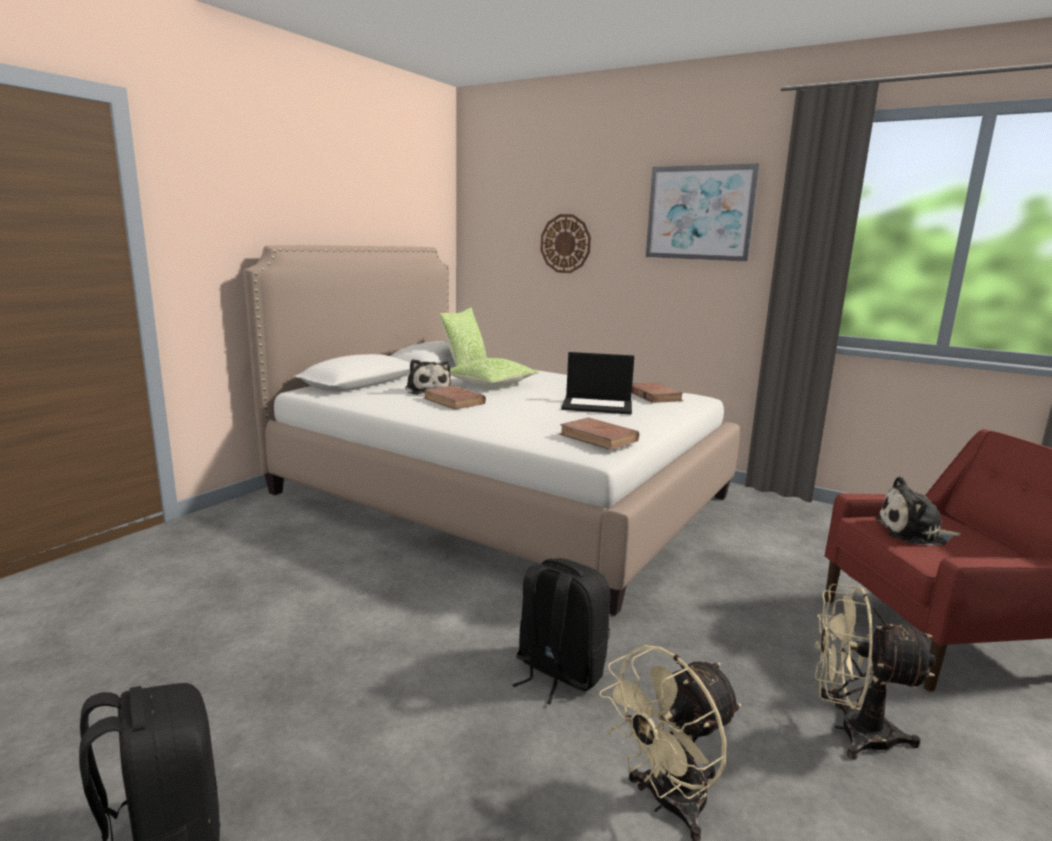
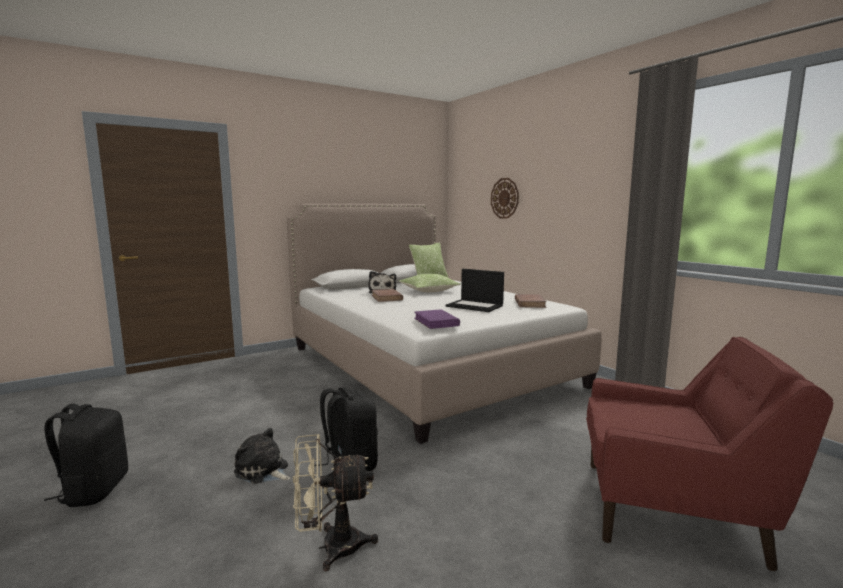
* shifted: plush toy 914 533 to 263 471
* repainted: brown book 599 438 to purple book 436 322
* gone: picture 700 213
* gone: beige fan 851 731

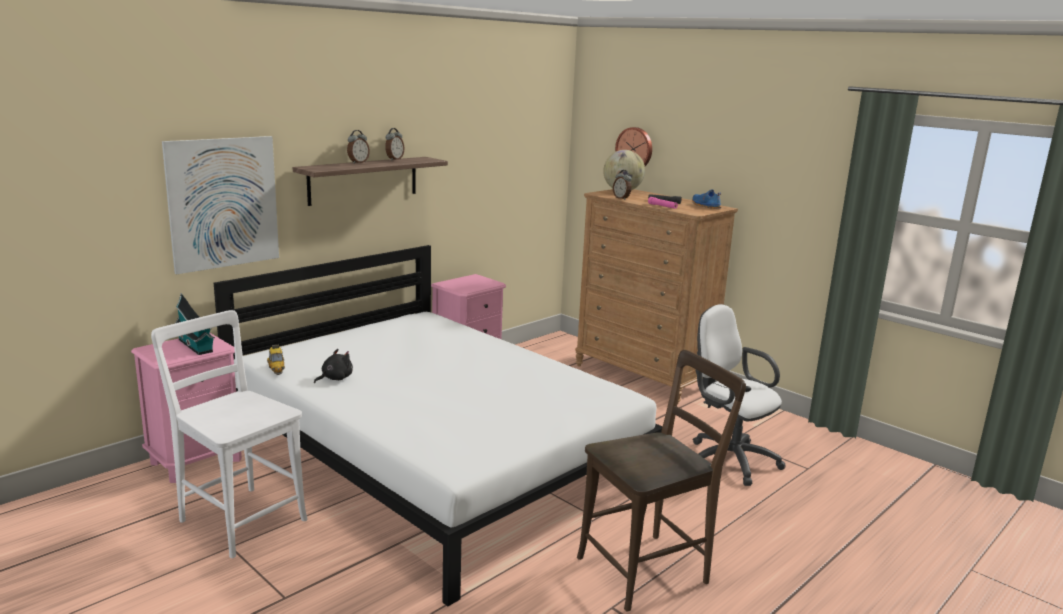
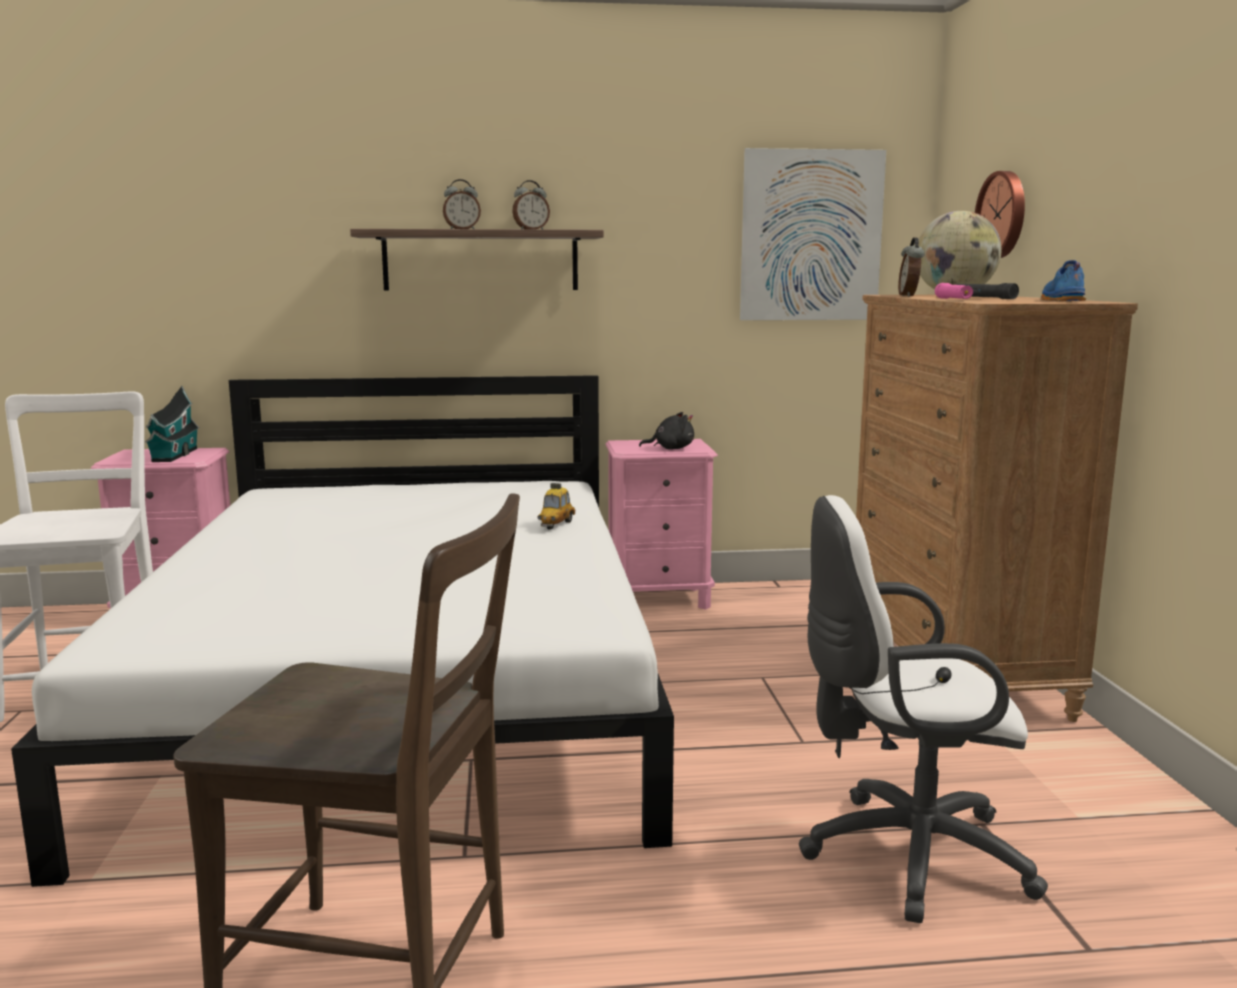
* shifted: toy car 276 370 to 556 525
* shifted: black plush toy 335 378 to 671 448
* shifted: picture 223 203 to 811 236
* rotated: white office chair 728 458 = 903 855 90 degrees counterclockwise

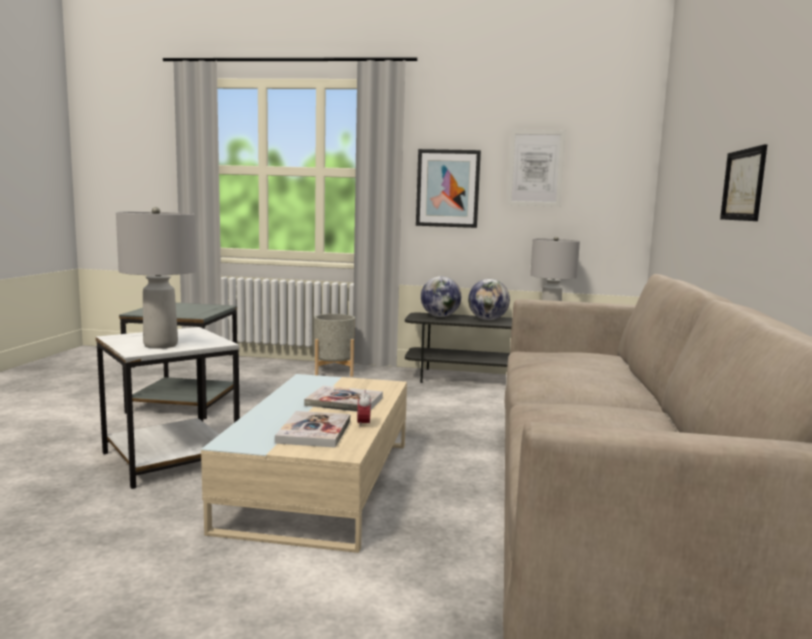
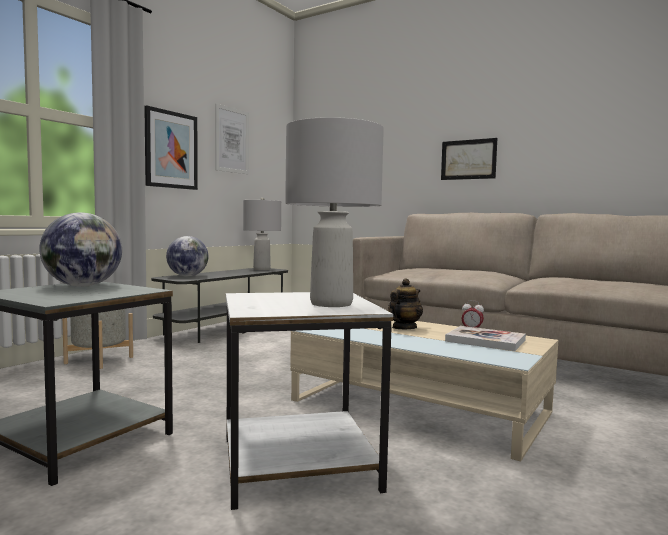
* shifted: globe 488 319 to 83 286
* swapped: book 344 401 to teapot 404 328

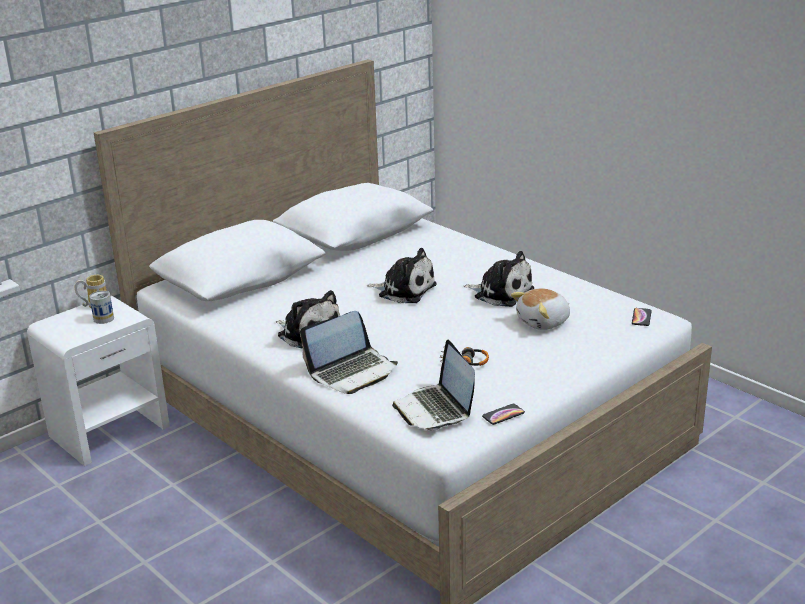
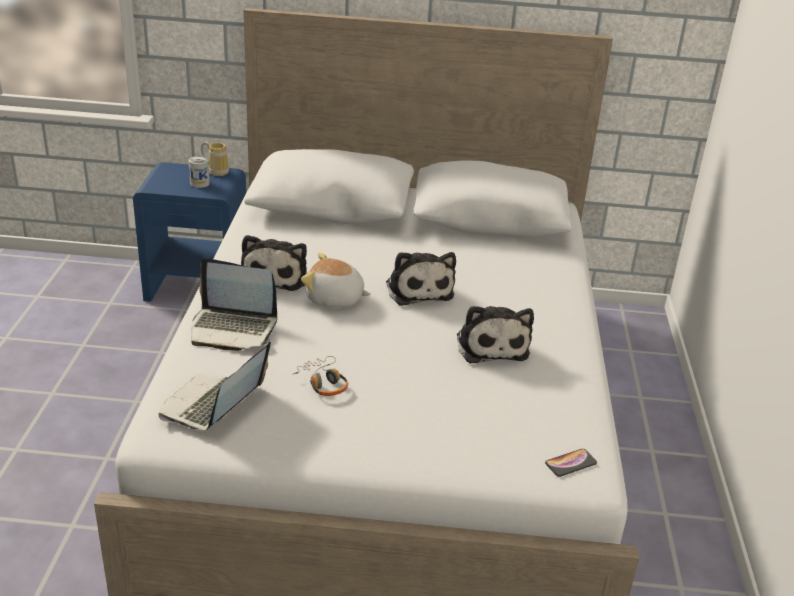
* repainted: white nightstand 110 431 to blue nightstand 198 287
* shifted: plush toy 544 322 to 334 299
* gone: phone 503 415

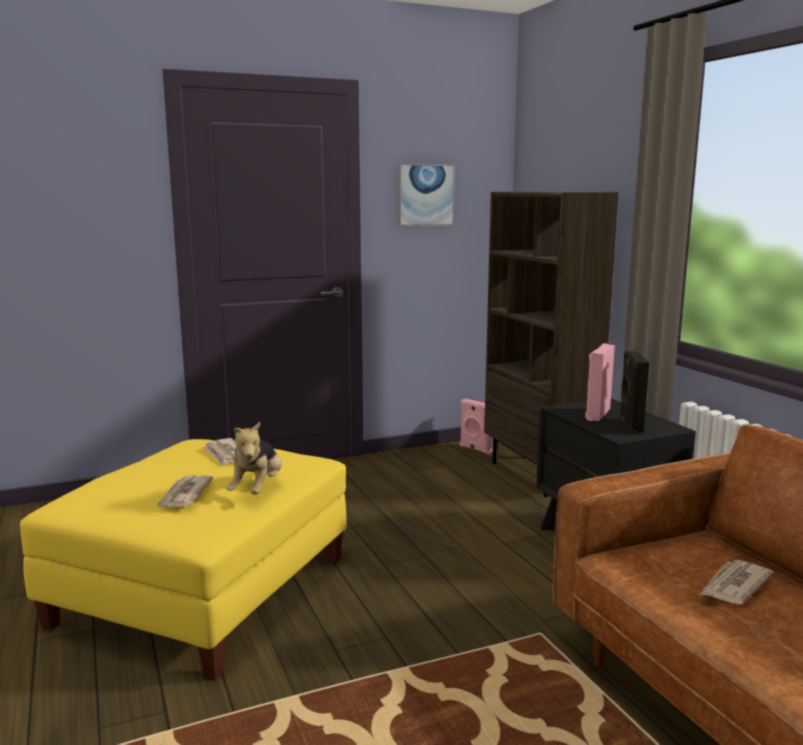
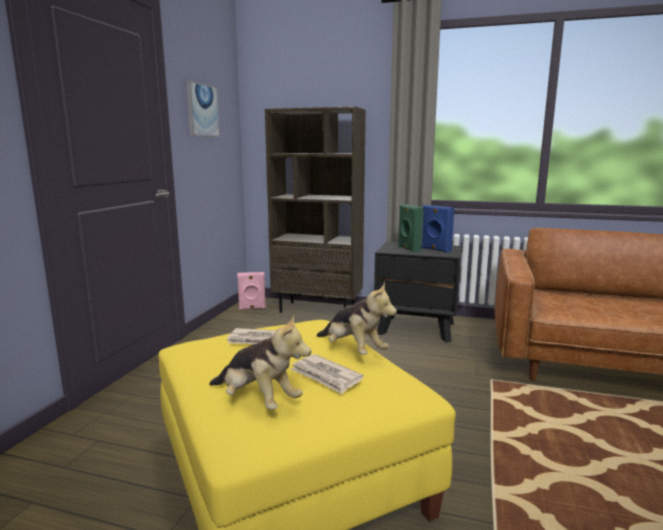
* new: plush toy 258 401
* repainted: pink speaker 596 414 to green speaker 408 249
* repainted: black speaker 629 425 to blue speaker 435 249
* gone: newspaper 734 585

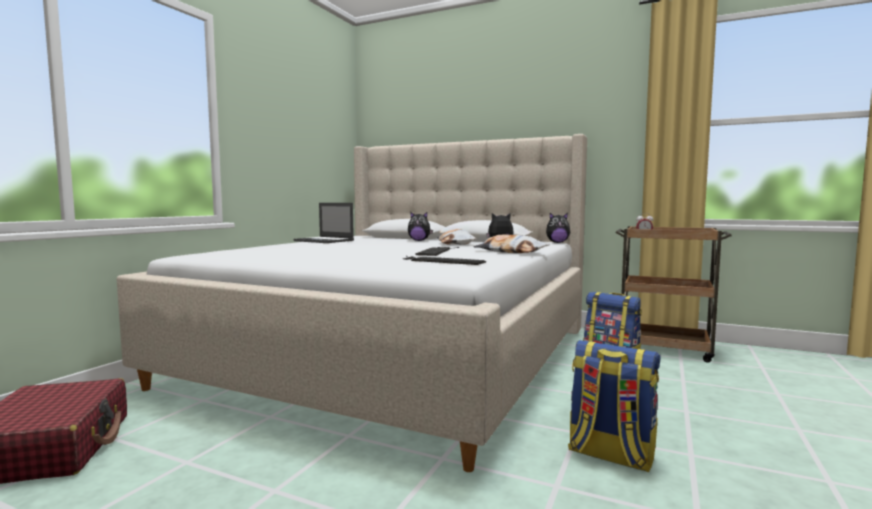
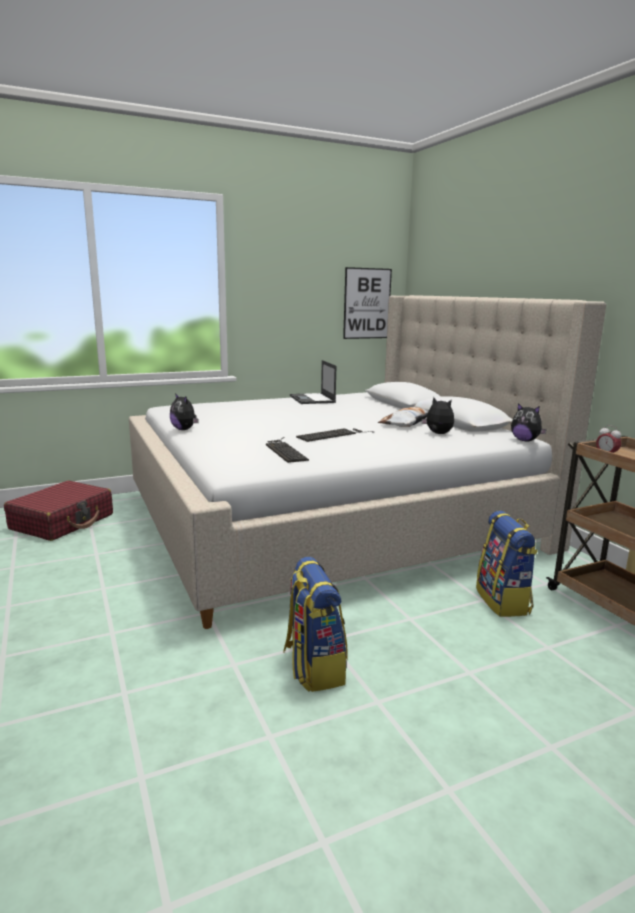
* shifted: plush toy 419 240 to 184 429
* new: picture 367 303
* gone: pillow 511 251

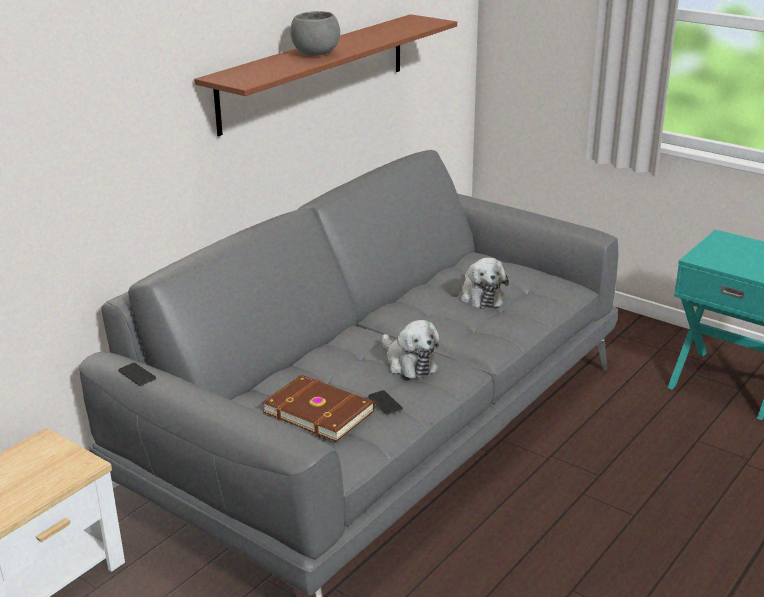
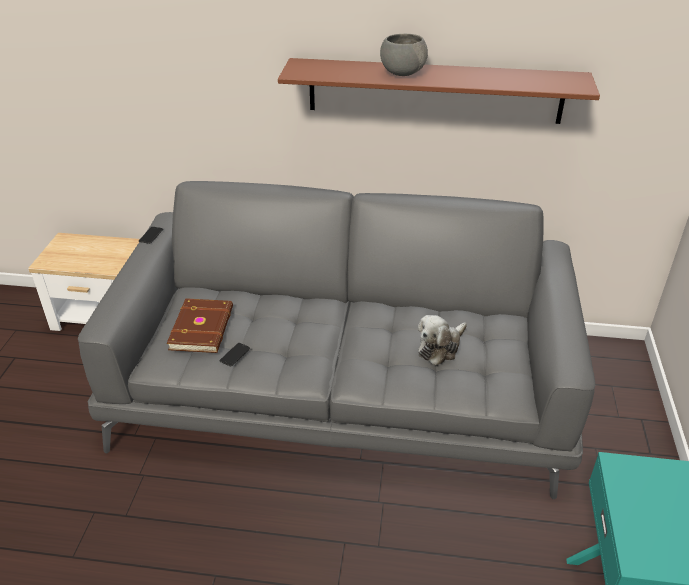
* gone: plush toy 409 363

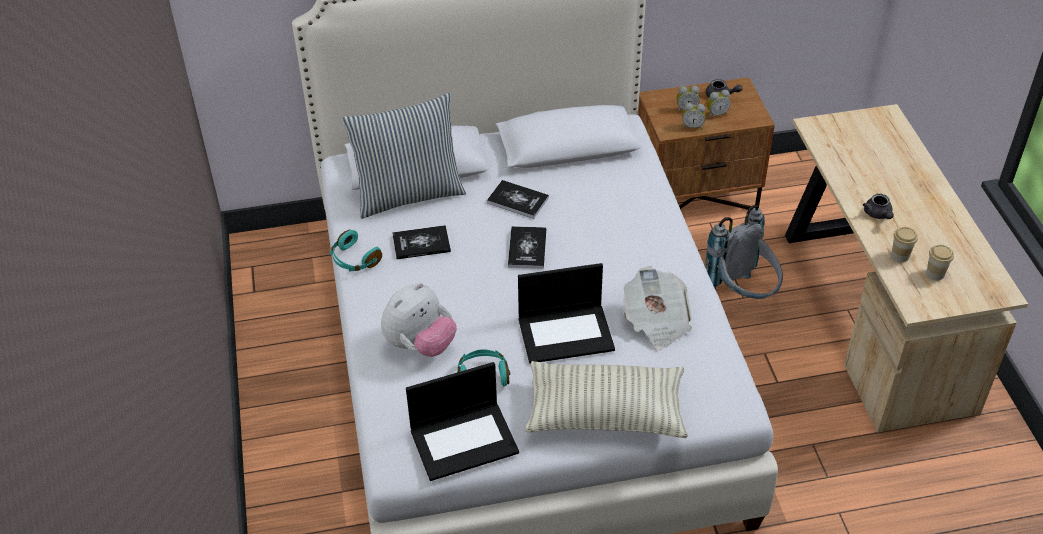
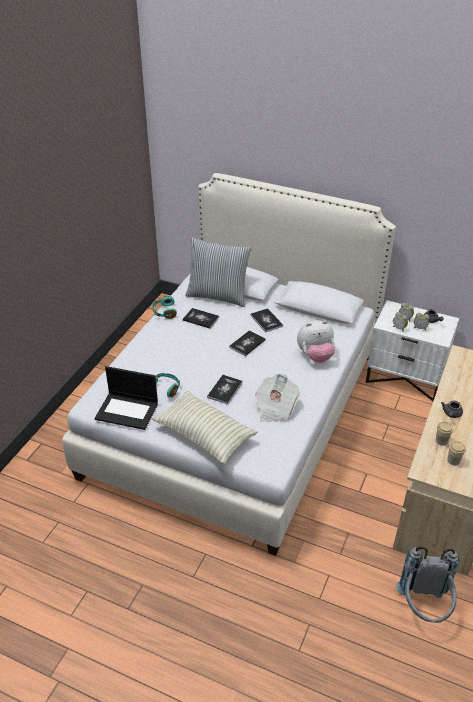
* swapped: laptop 566 333 to book 225 390
* shifted: plush toy 420 345 to 315 356
* repainted: brown nightstand 696 195 to white nightstand 405 378
* shifted: grey backpack 742 295 to 424 608

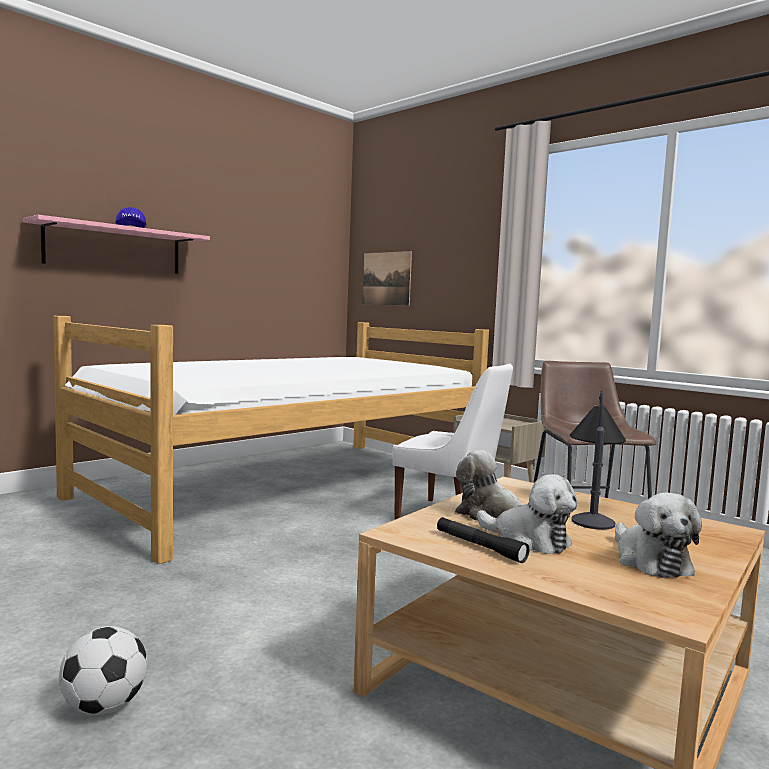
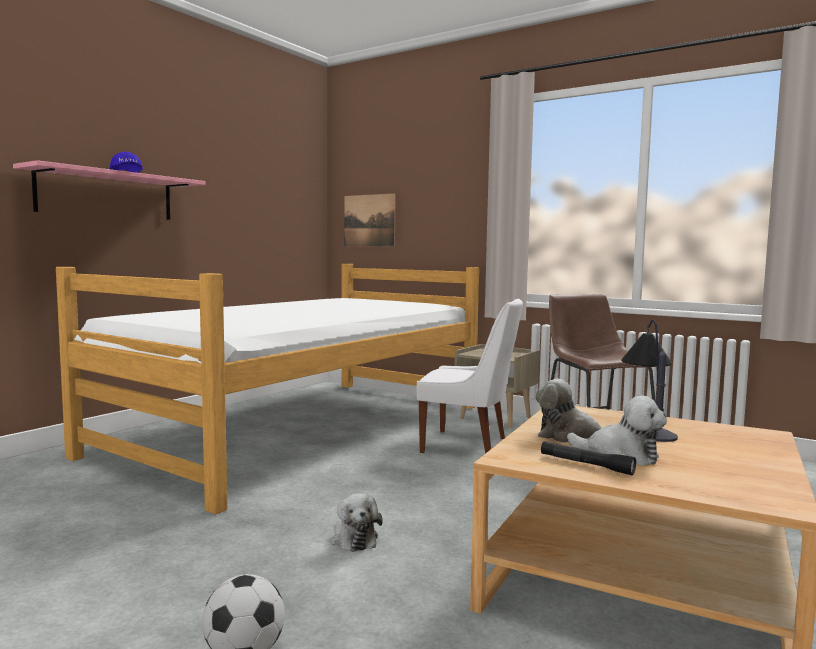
* shifted: plush toy 650 561 to 353 538

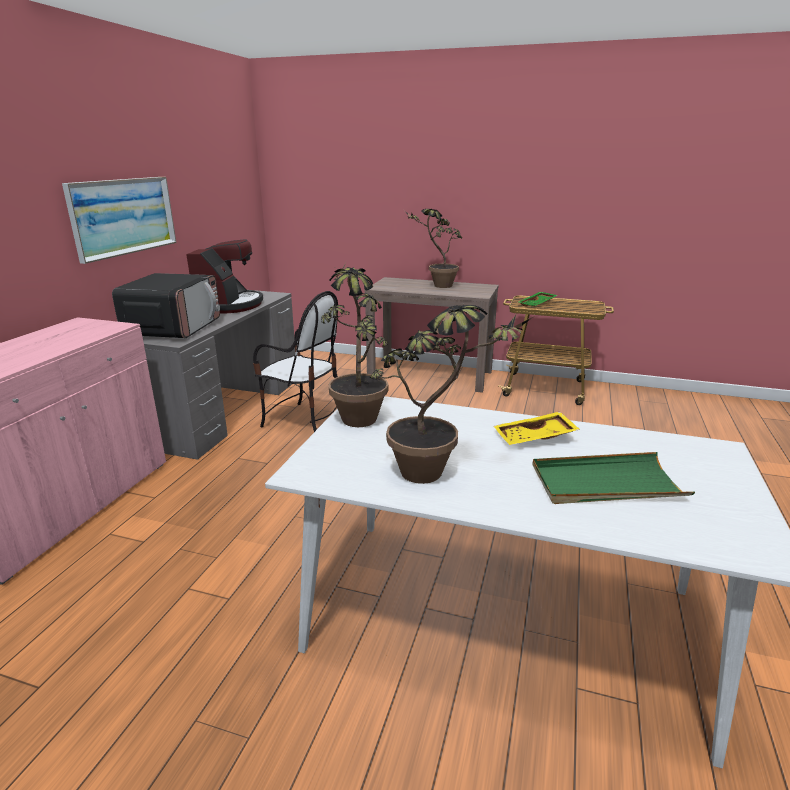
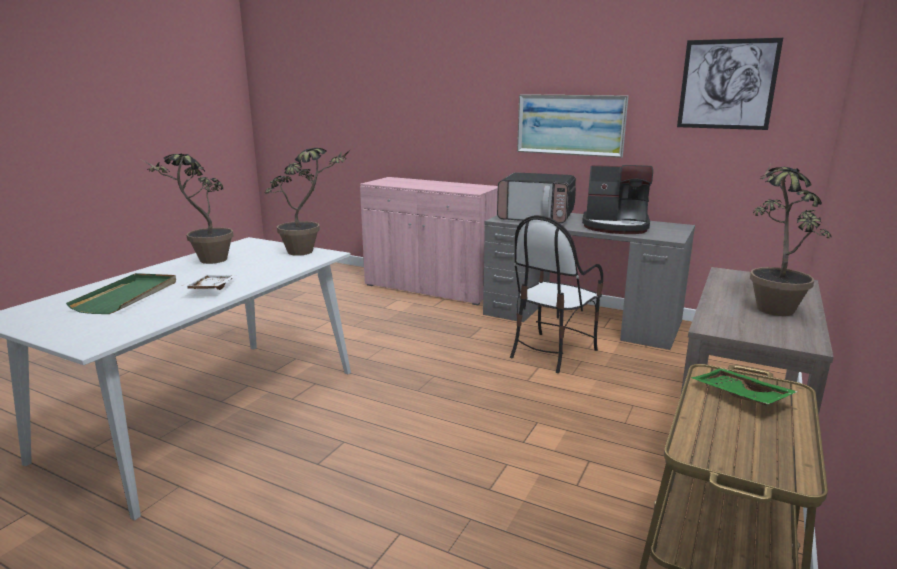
* repainted: yellow tray 535 438 to white tray 210 288
* new: picture 727 84

